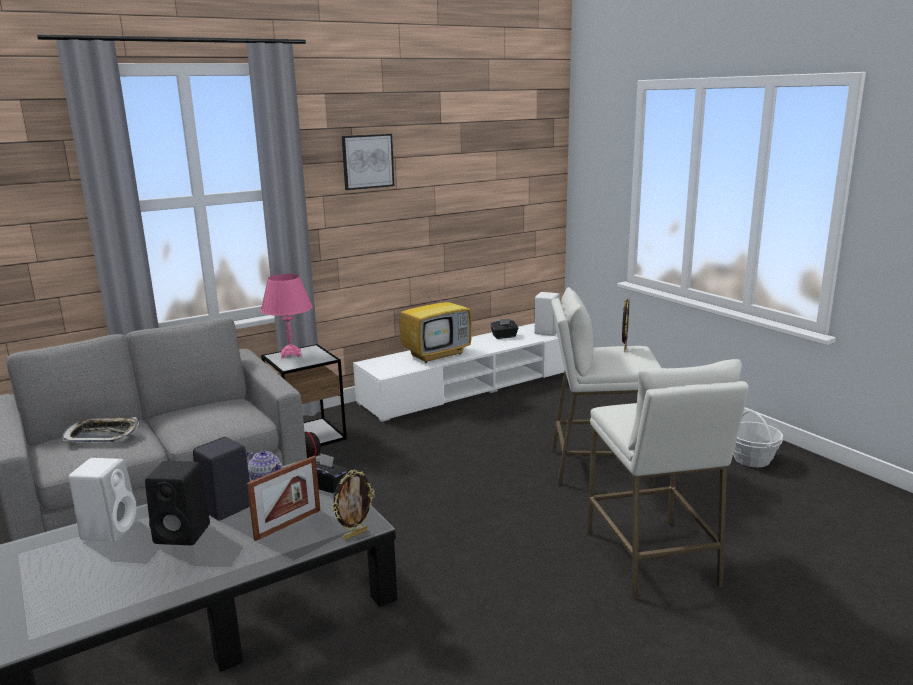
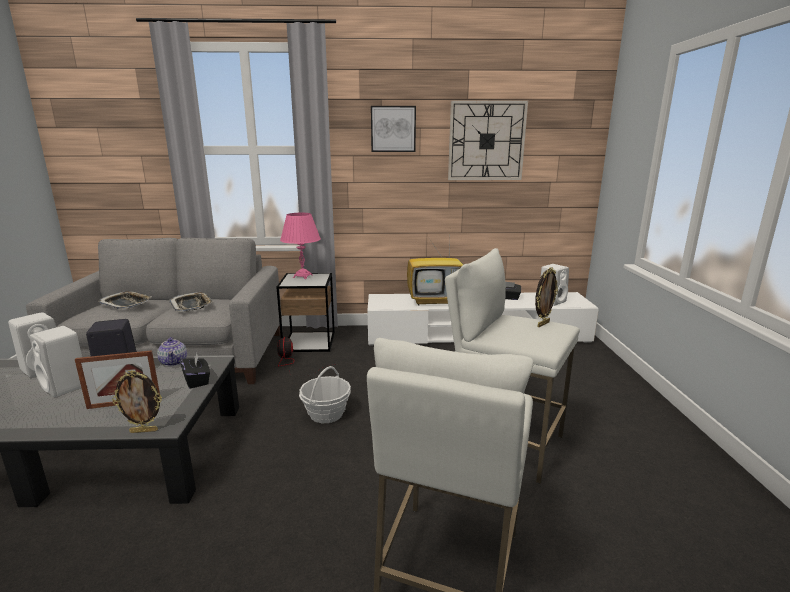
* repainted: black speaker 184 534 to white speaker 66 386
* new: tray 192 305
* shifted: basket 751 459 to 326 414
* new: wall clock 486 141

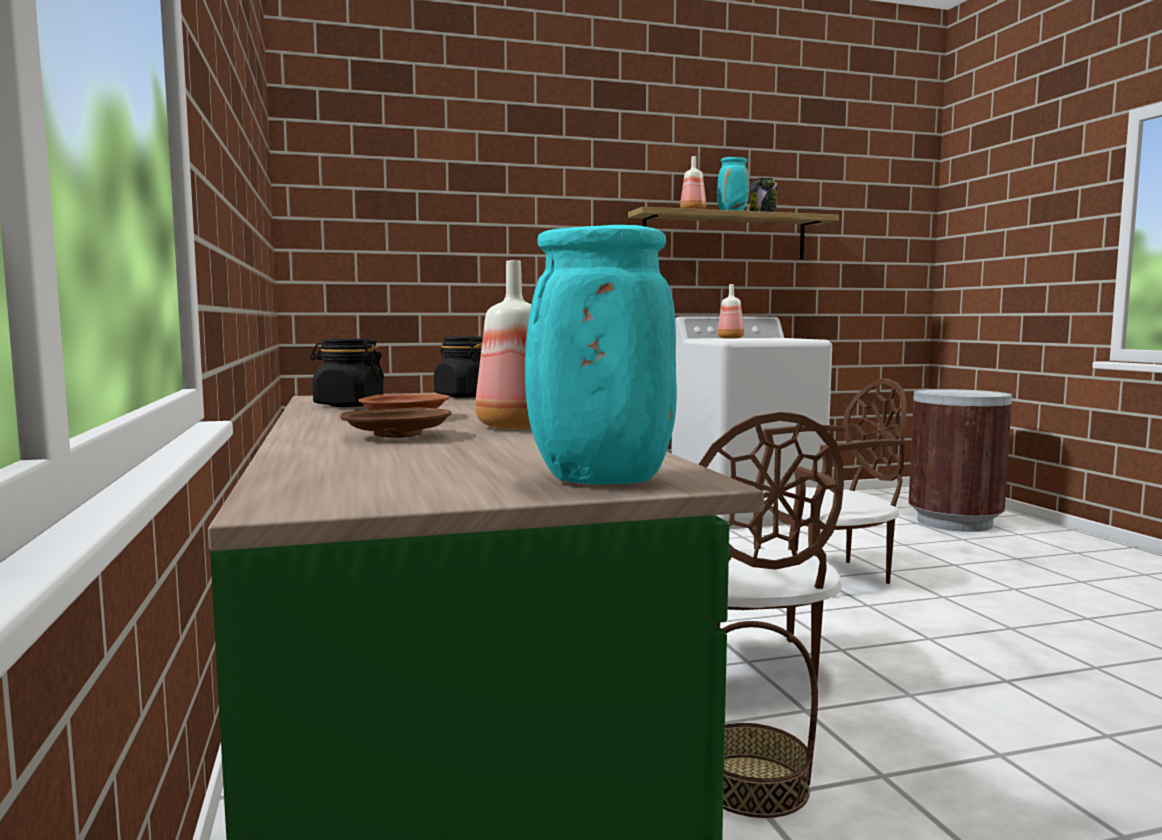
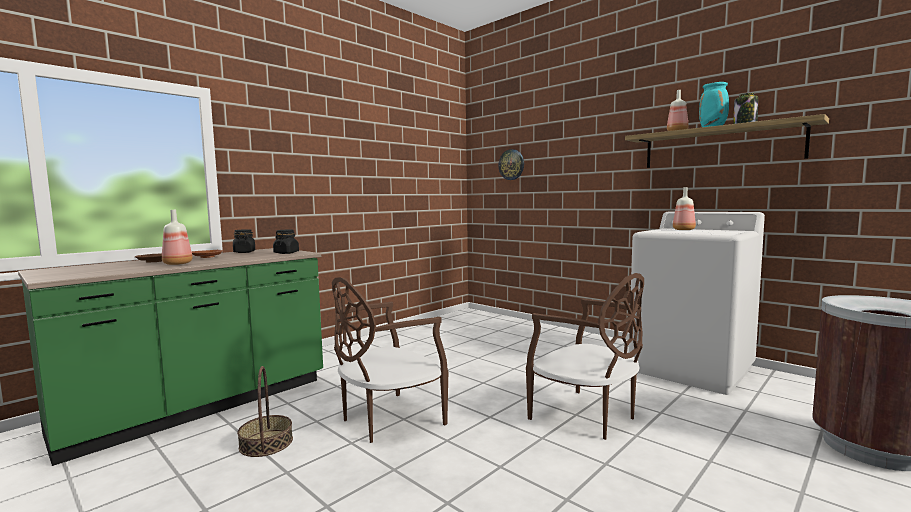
* new: wall clock 511 164
* gone: turquoise vase 597 480

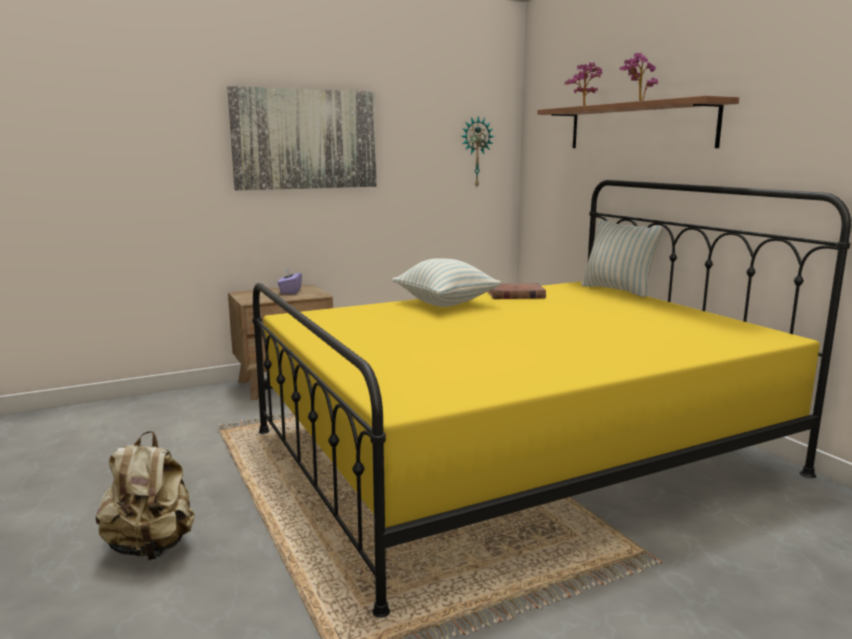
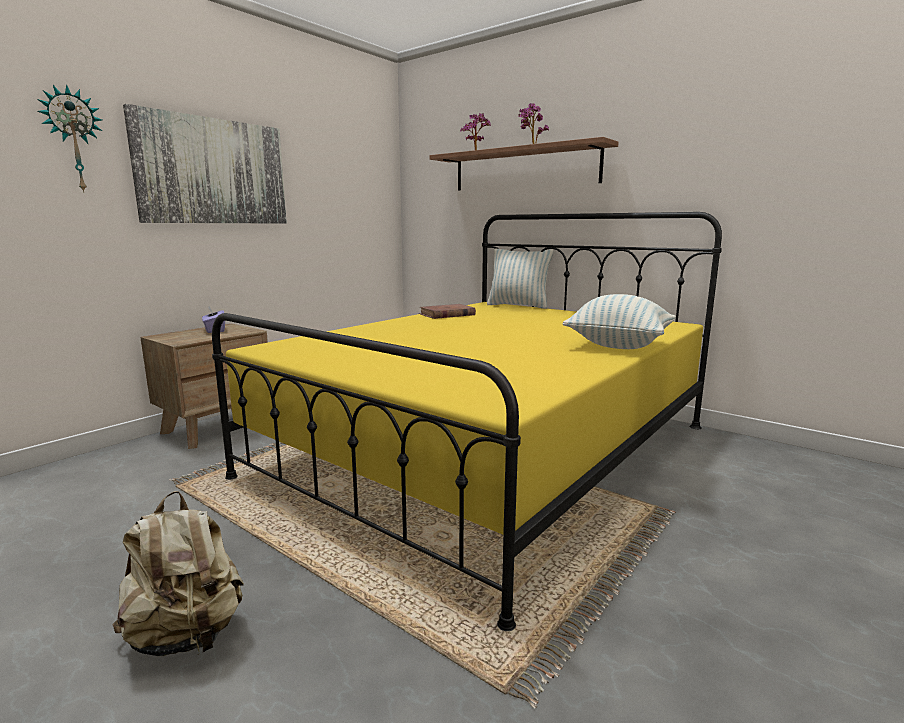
* shifted: wall clock 475 152 to 73 140
* shifted: pillow 445 303 to 619 345

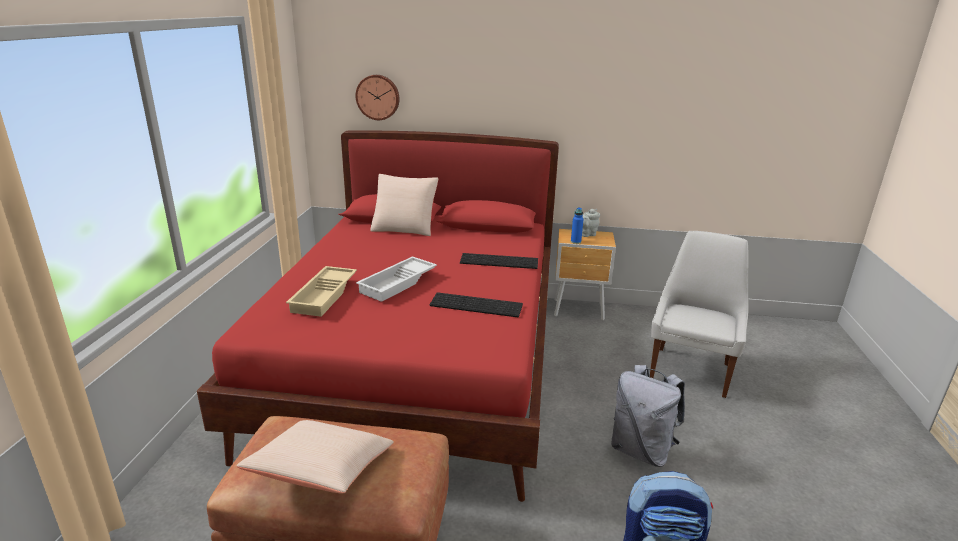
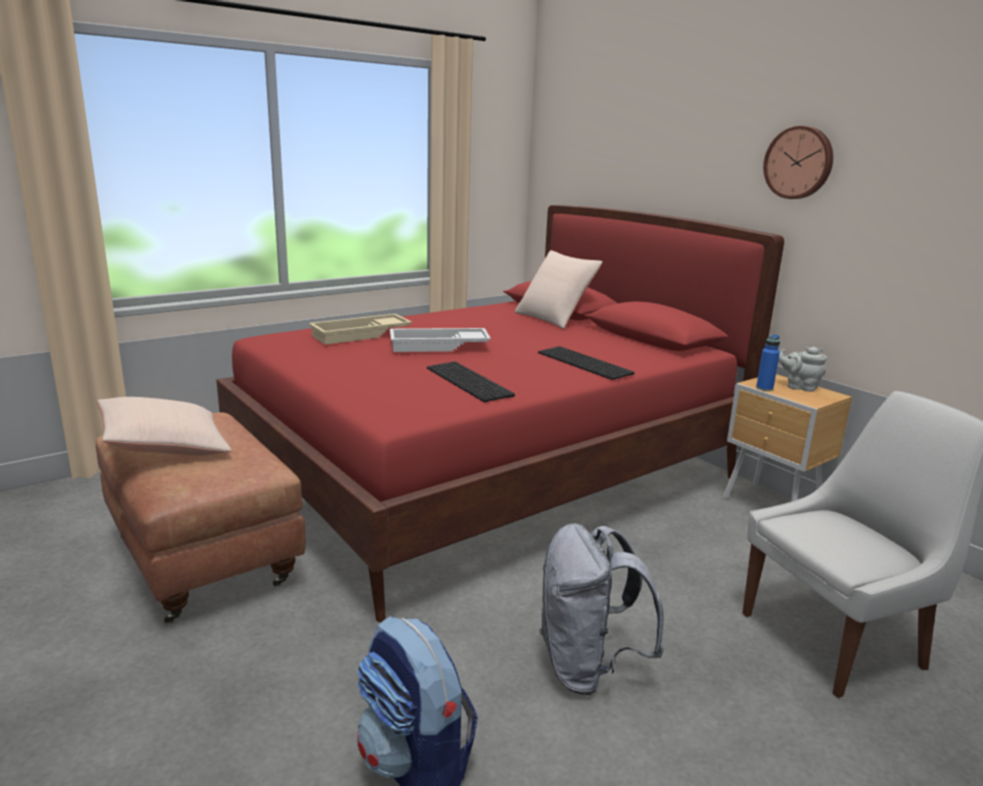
* shifted: wall clock 378 97 to 799 162

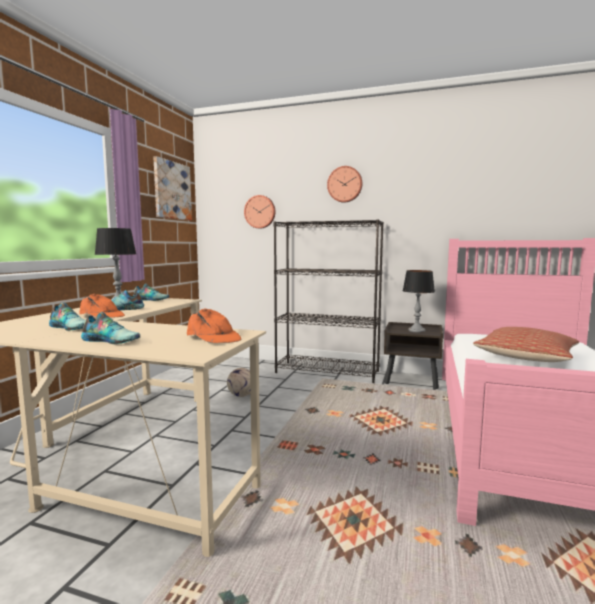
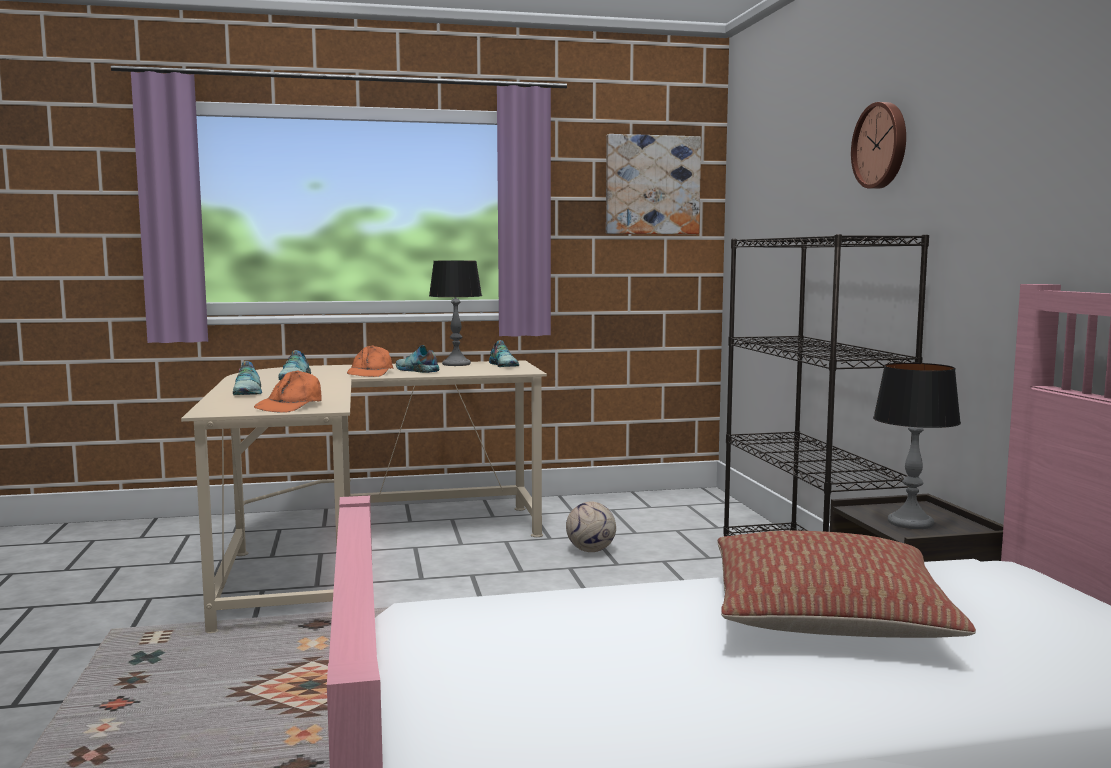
* gone: wall clock 260 212

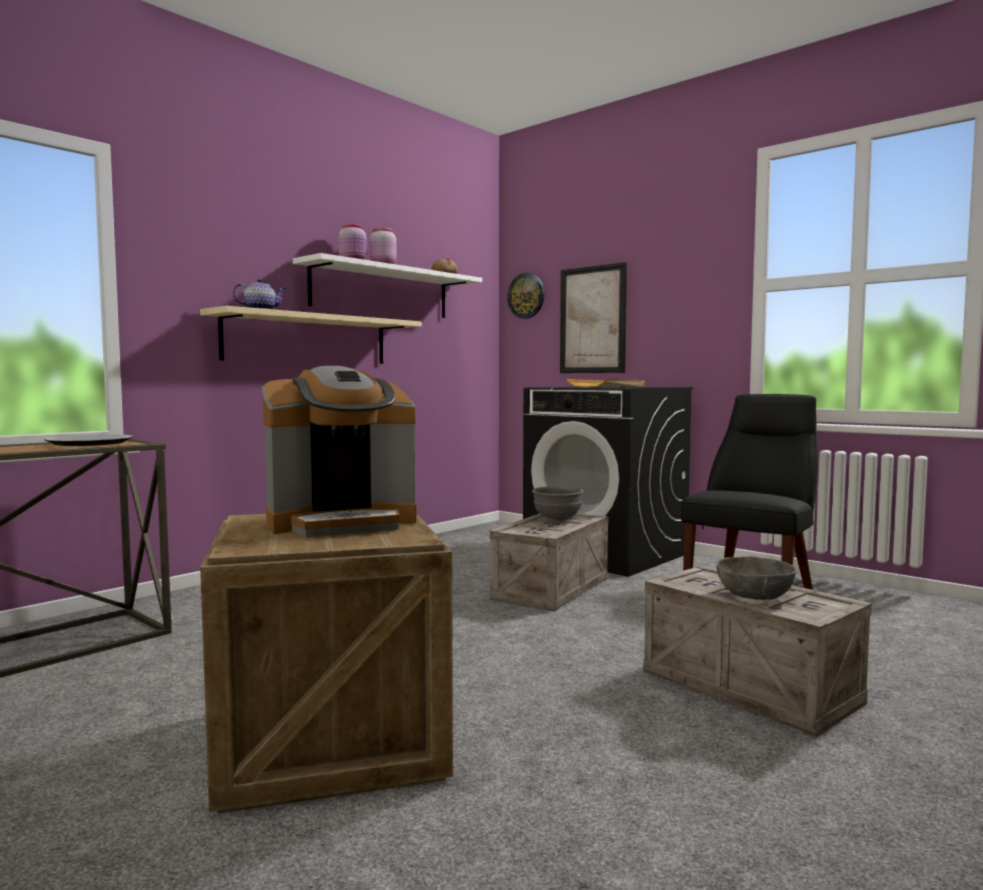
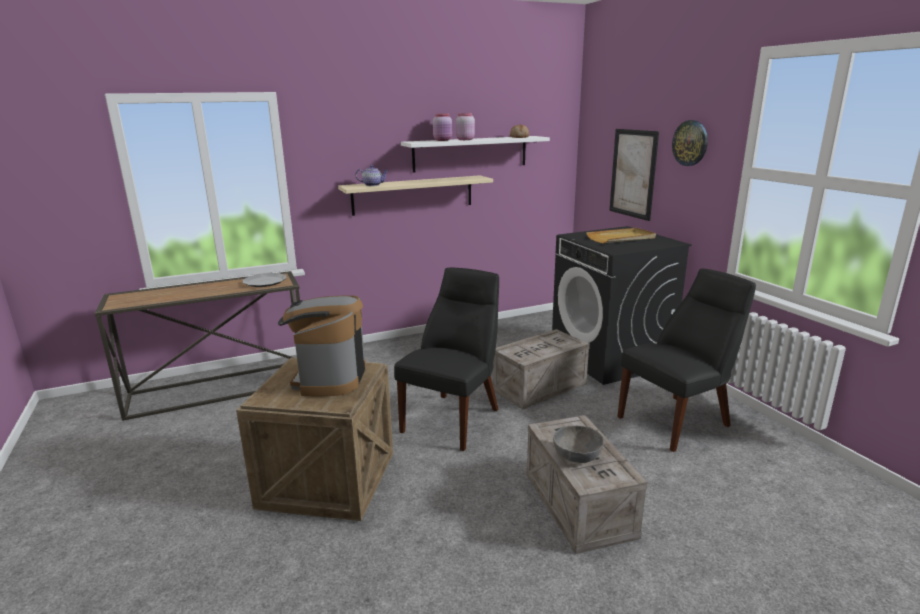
* rotated: coffee machine 341 523 = 329 378 90 degrees clockwise
* new: black chair 454 418
* shifted: wall clock 526 295 to 690 143
* gone: grey bowl 556 520

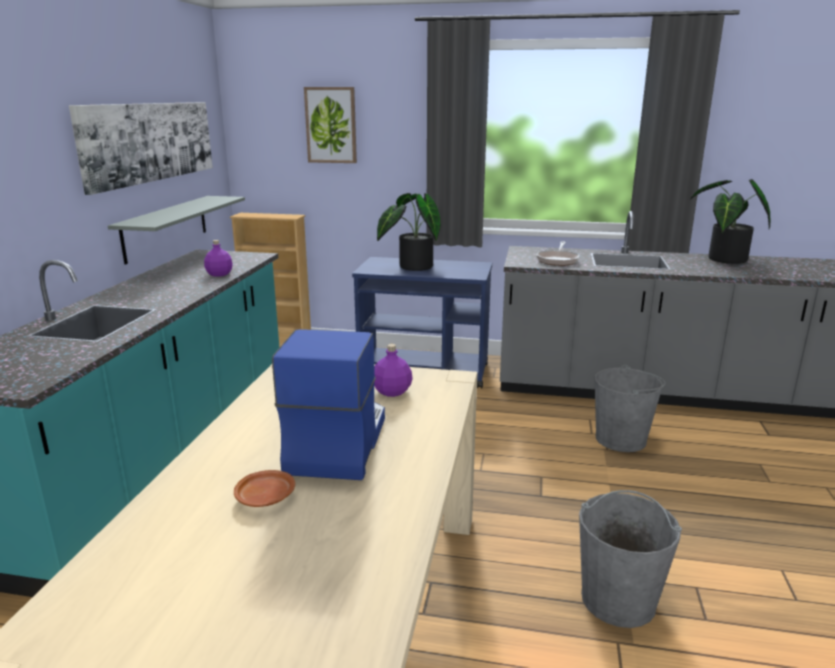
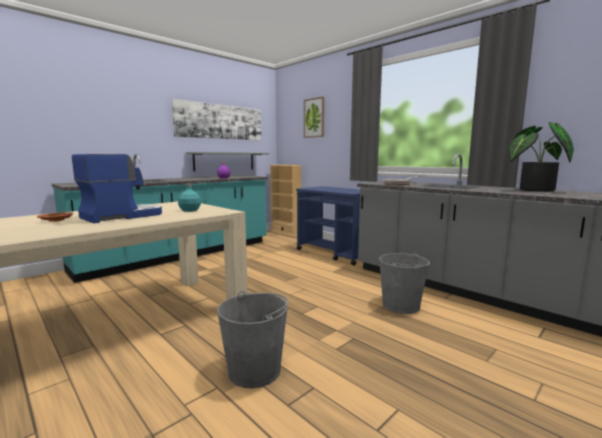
* repainted: purple bottle 392 392 to turquoise bottle 189 210
* gone: potted plant 411 267

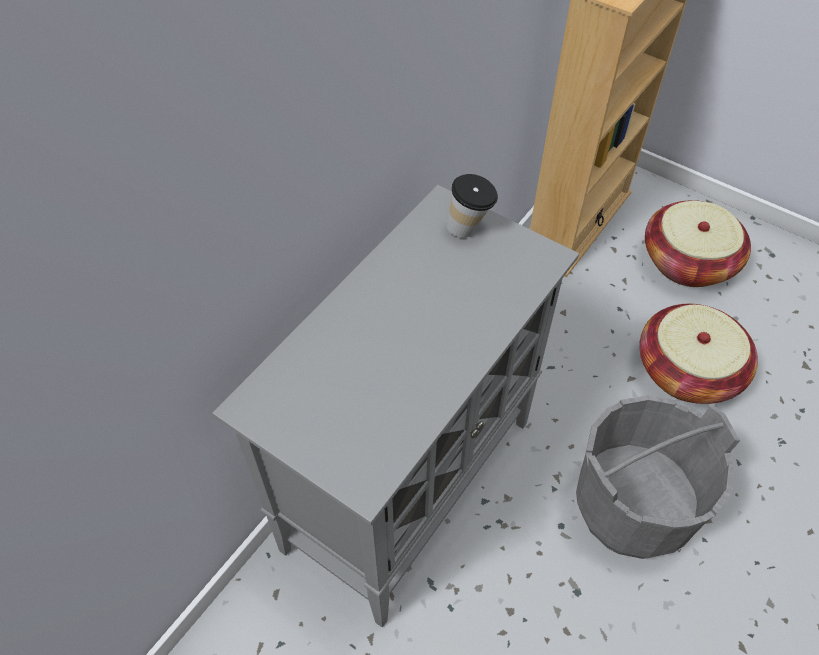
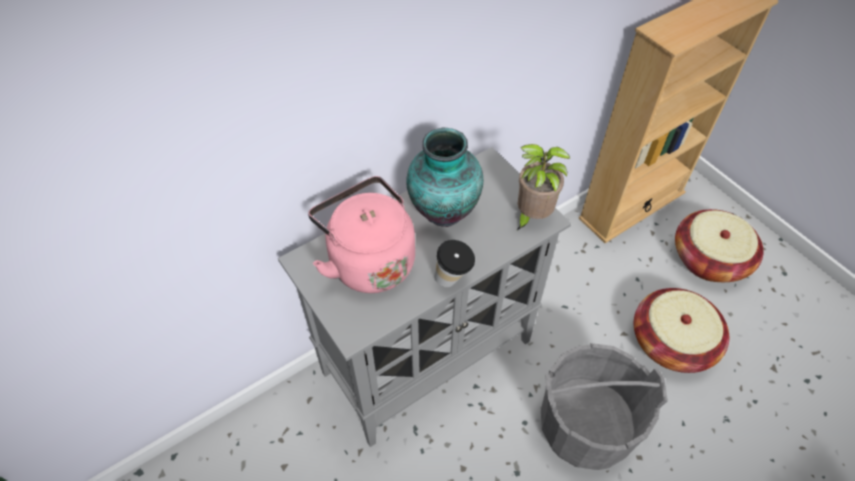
* new: pink kettle 368 260
* new: vase 442 211
* shifted: cup 469 229 to 453 280
* new: potted plant 531 216

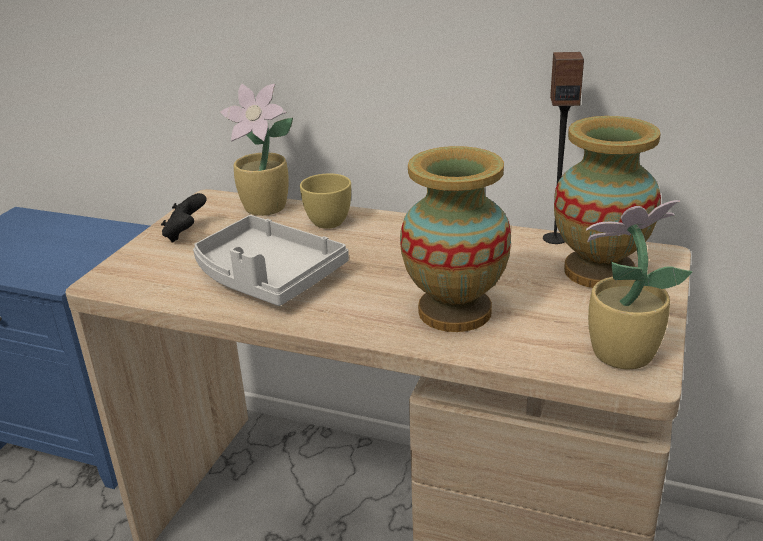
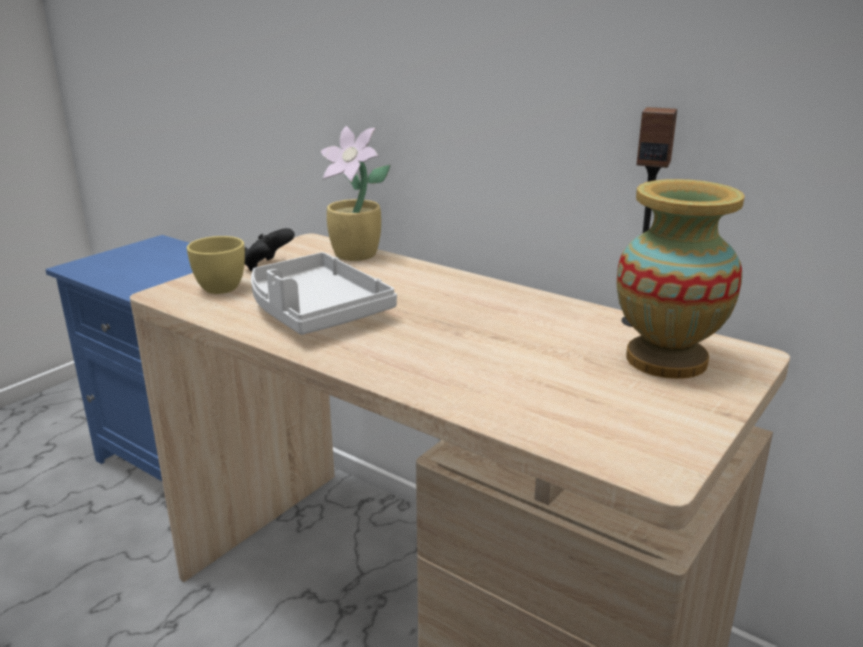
* shifted: yellow cup 325 220 to 221 286
* gone: vase 455 311
* gone: potted plant 618 354

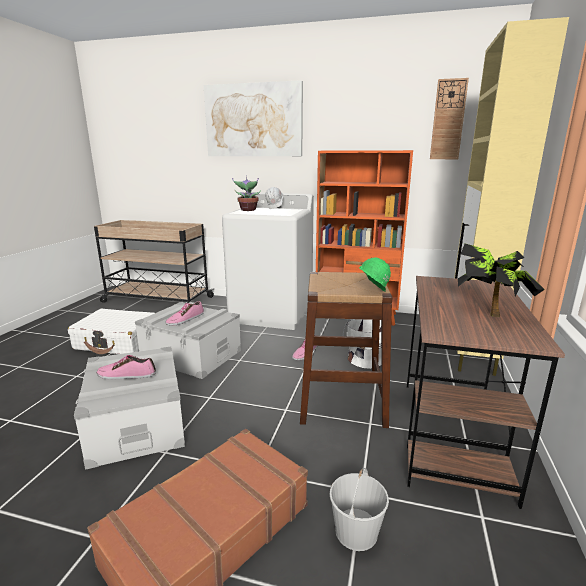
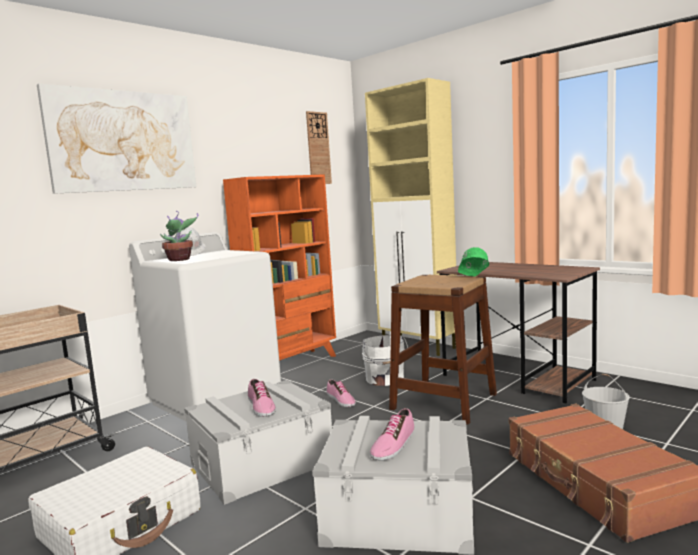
* gone: potted plant 490 311

